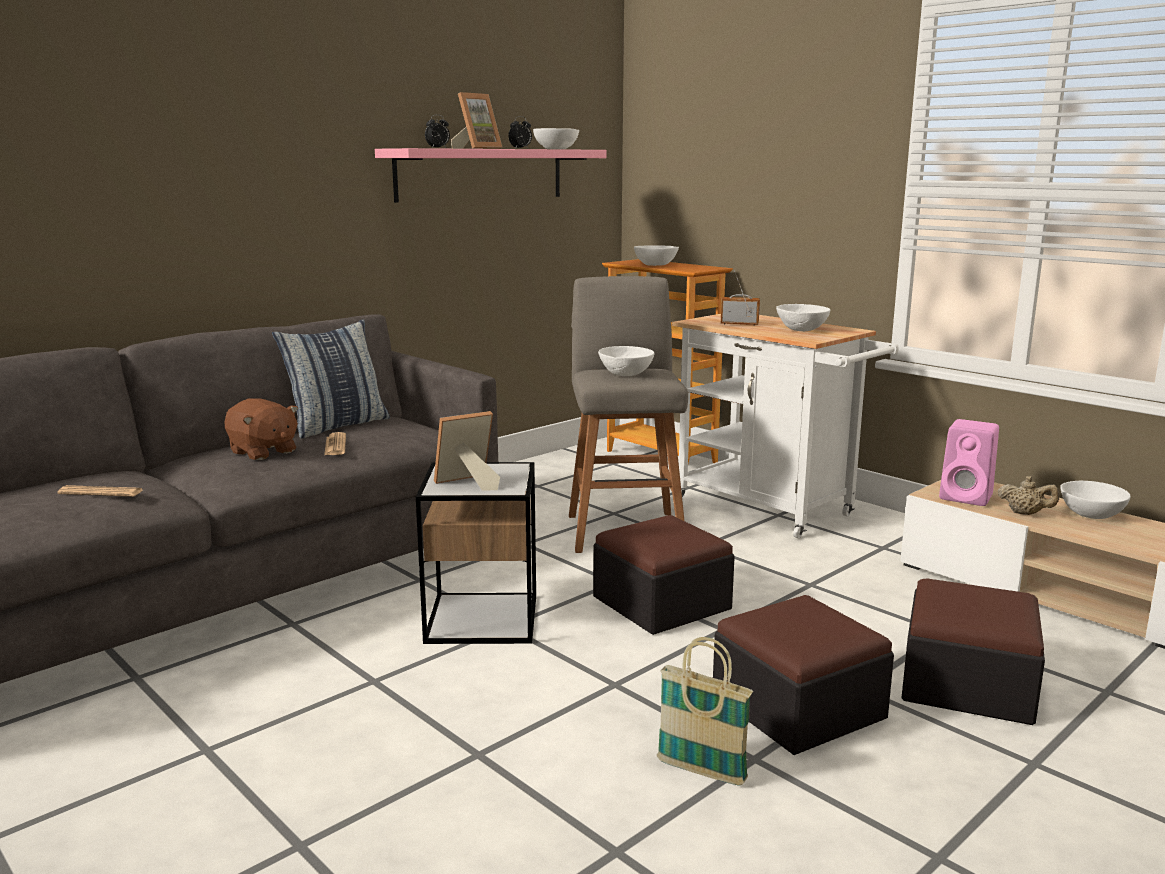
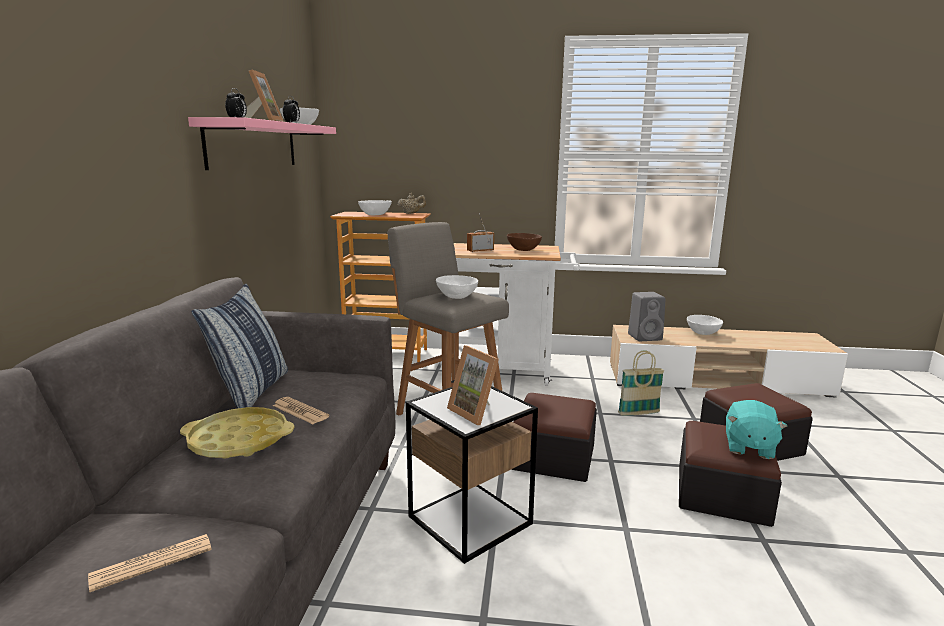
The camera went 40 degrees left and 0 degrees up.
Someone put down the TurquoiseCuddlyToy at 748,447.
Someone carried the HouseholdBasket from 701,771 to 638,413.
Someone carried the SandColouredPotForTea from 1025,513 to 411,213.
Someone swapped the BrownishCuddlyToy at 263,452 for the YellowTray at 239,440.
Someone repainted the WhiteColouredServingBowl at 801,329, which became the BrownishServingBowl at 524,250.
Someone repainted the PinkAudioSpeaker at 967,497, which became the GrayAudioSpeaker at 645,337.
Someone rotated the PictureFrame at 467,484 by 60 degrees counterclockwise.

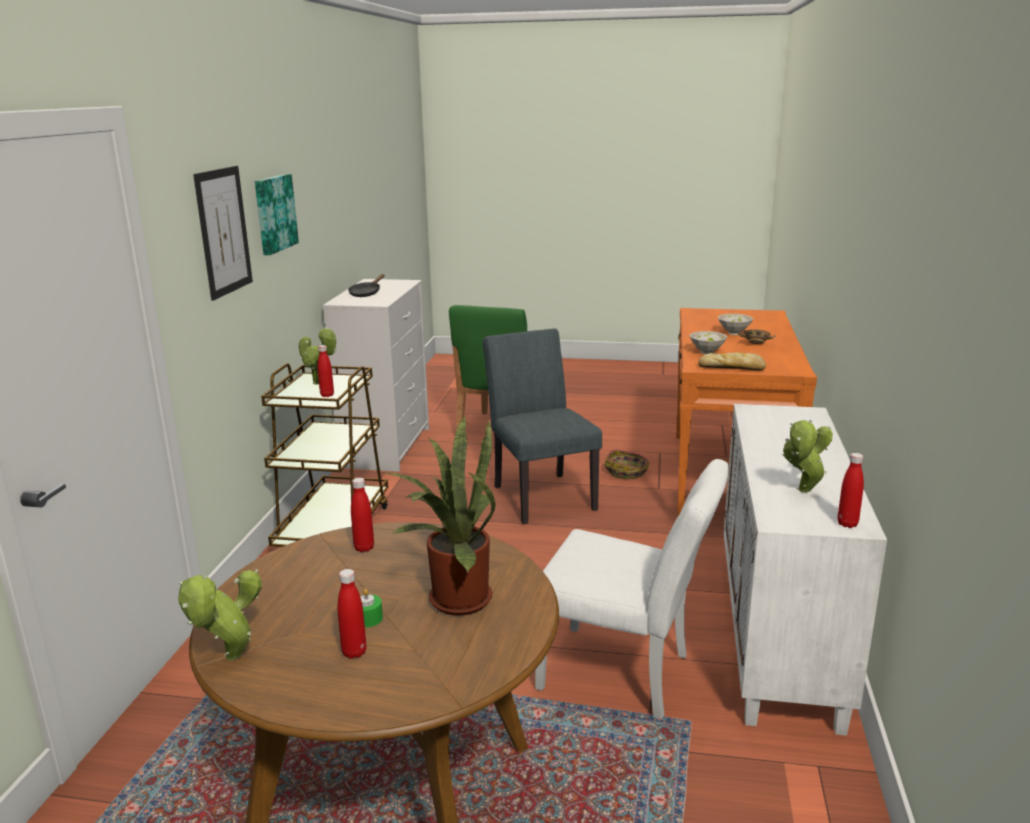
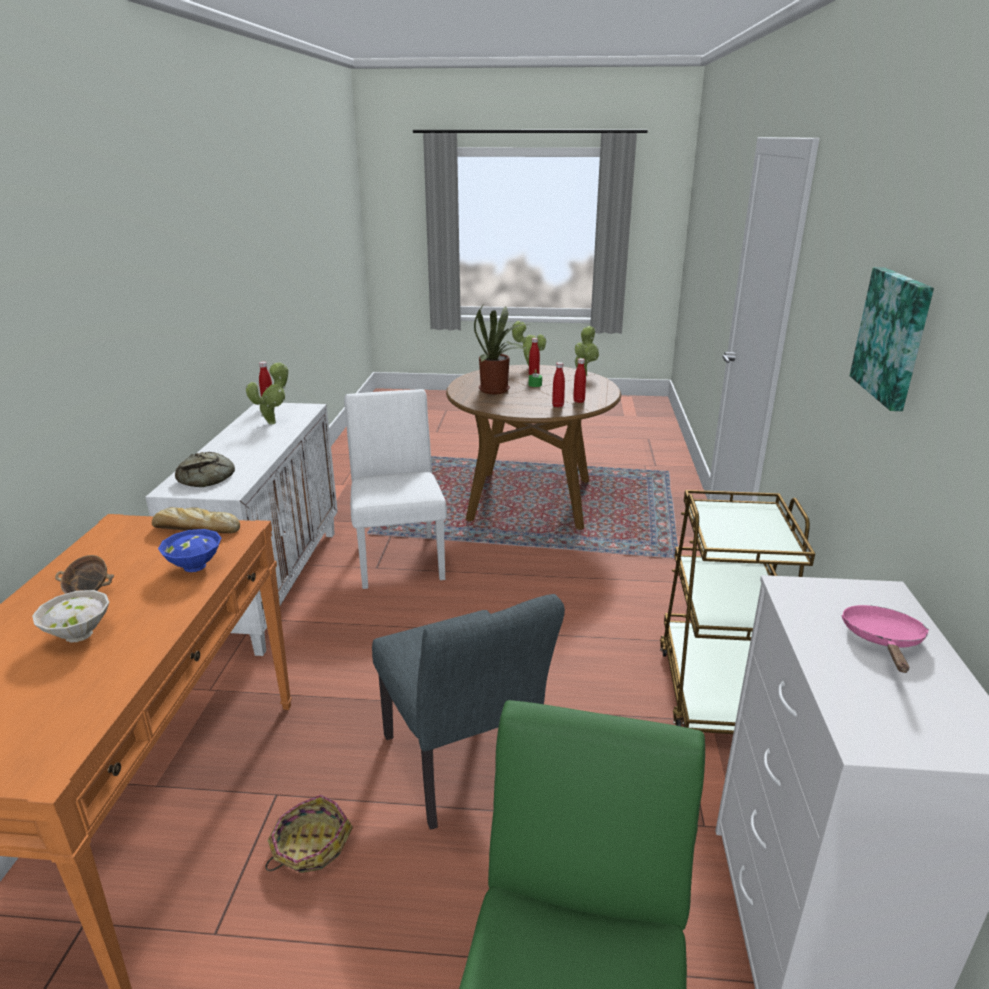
The camera went 175 degrees right and 5 degrees up.
Someone took away the WallArt at 223,231.
Someone put down the BakeryBread at 208,477.
Someone carried the PlantInAPot from 319,383 to 529,366.
Someone carried the ReddishBottle from 327,395 to 579,401.
Someone repainted the BlackFryingPan at 366,293, which became the PinkFryingPan at 882,641.
Someone repainted the WhiteColouredServingBowl at 706,352, which became the BlueServingBowl at 196,566.
Someone rotated the WhiteColouredChair at 626,674 by 60 degrees clockwise.

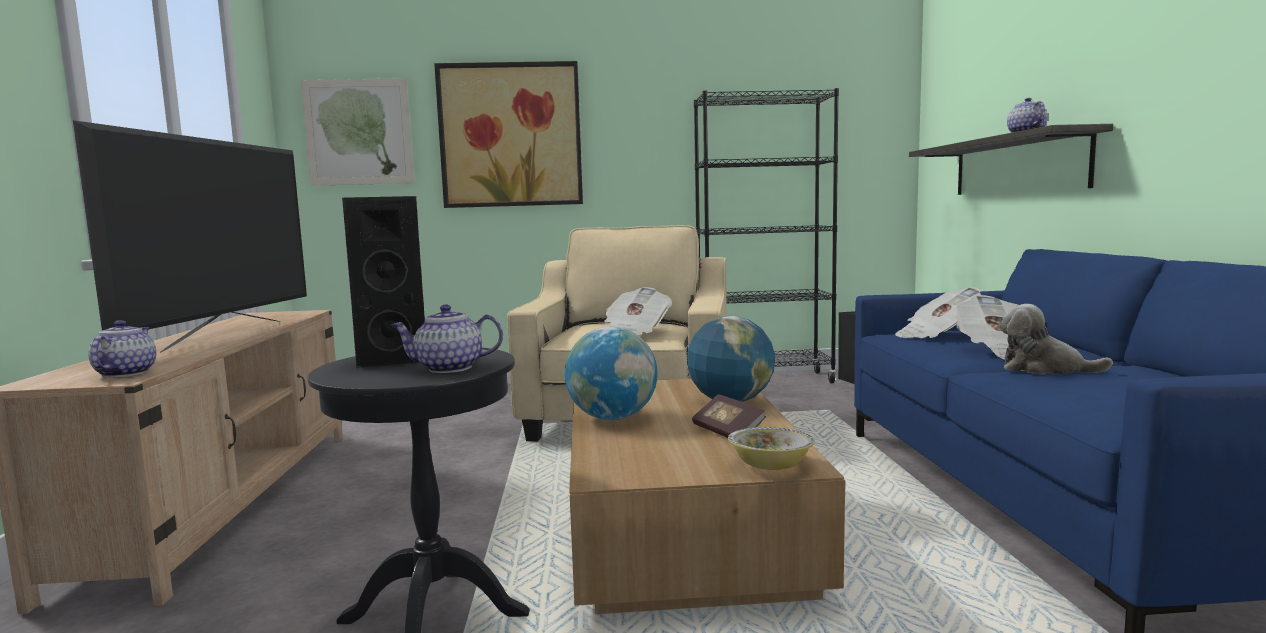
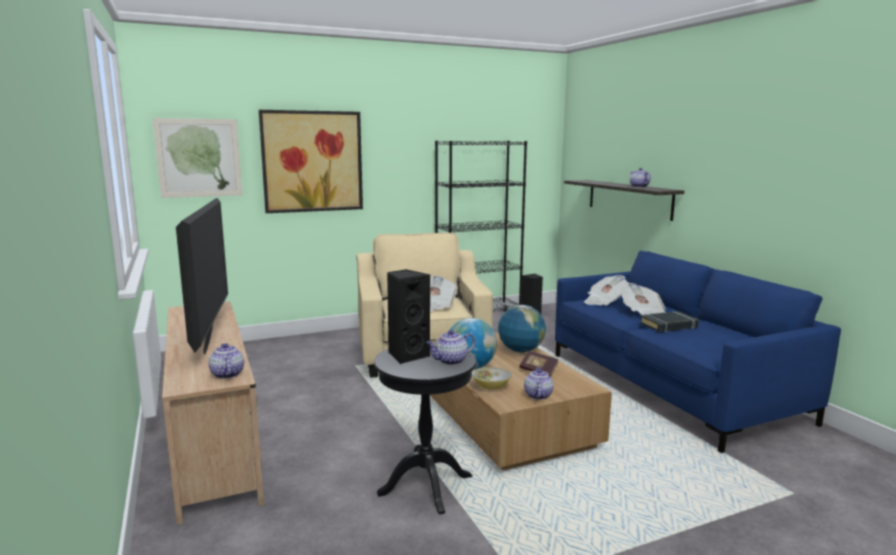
The camera went 20 degrees left and 5 degrees up.
Someone put down the PotForTea at 537,395.
Someone carried the ServingBowl from 770,466 to 491,387.
Someone swapped the CuddlyToy at 1044,369 for the BlackBoundBook at 669,325.

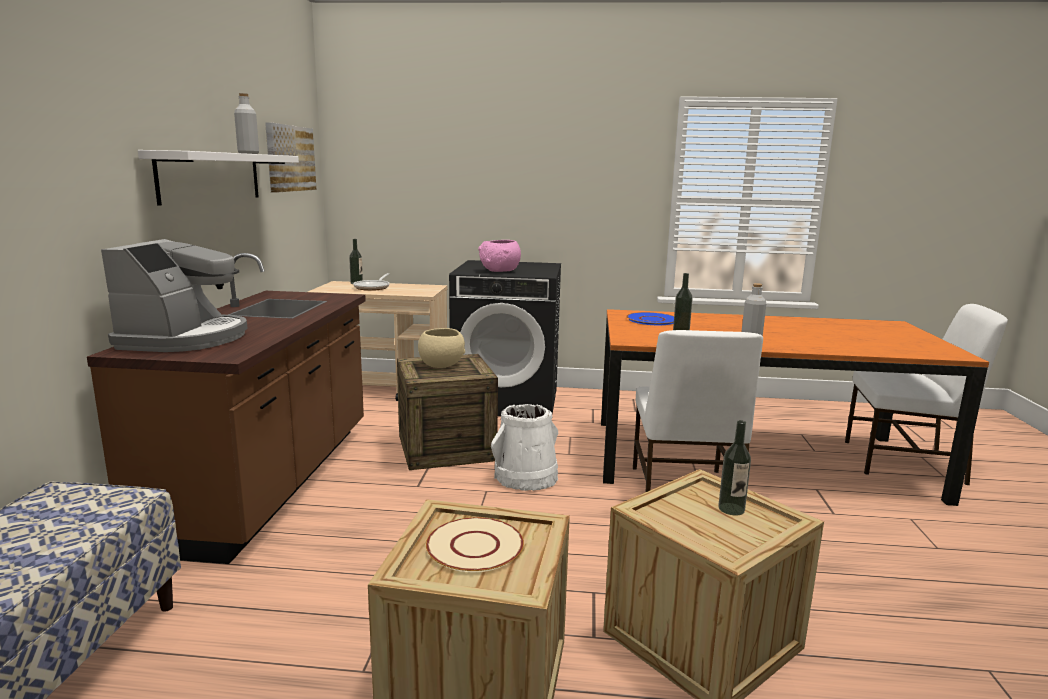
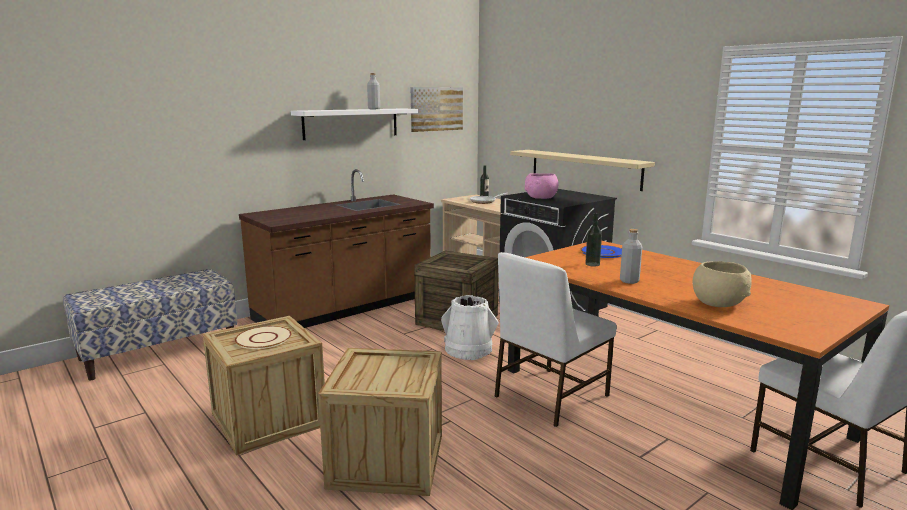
The camera went 45 degrees right and 0 degrees up.
Someone took away the CoffeeMachine at 185,338.
Someone took away the Bottle at 731,509.
Someone put up the SandColouredShelf at 584,169.
Someone carried the SandColouredServingBowl from 441,365 to 718,303.

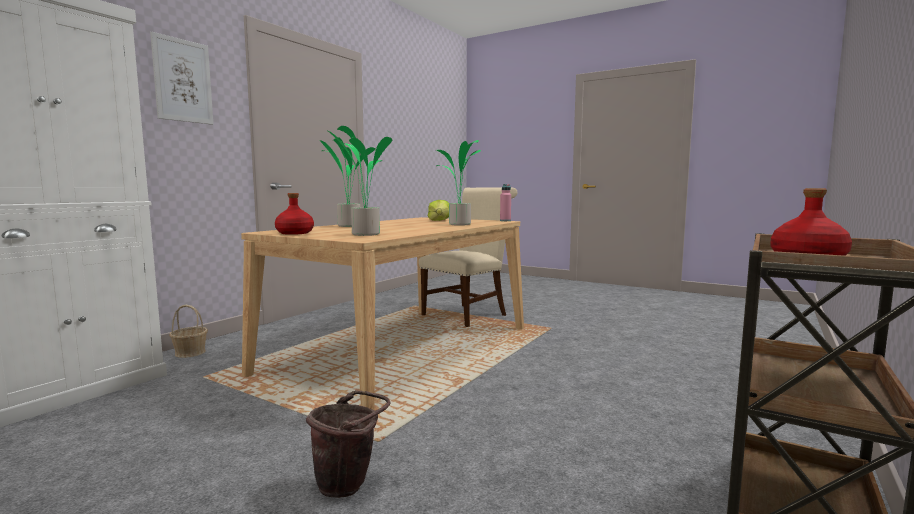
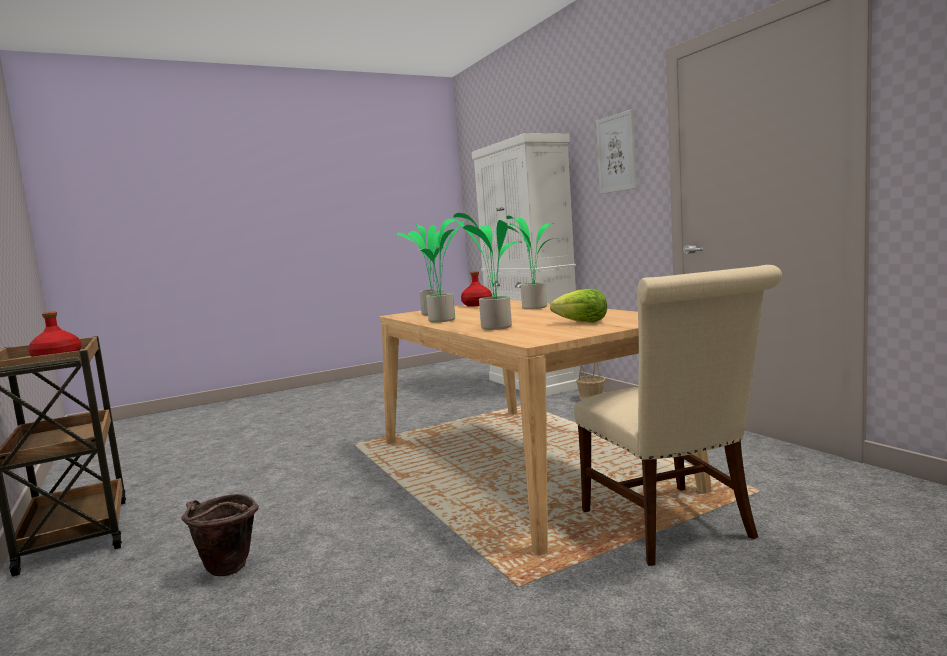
The camera went 120 degrees right and 0 degrees up.
Someone took away the PinkBottle at 505,221.
Someone put down the PlantInAPot at 444,320.
Someone carried the BrownishWaterBucket from 349,484 to 226,572.

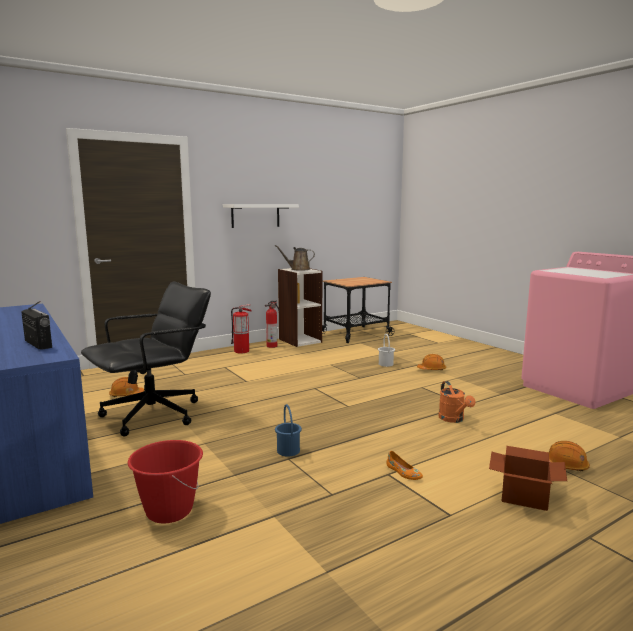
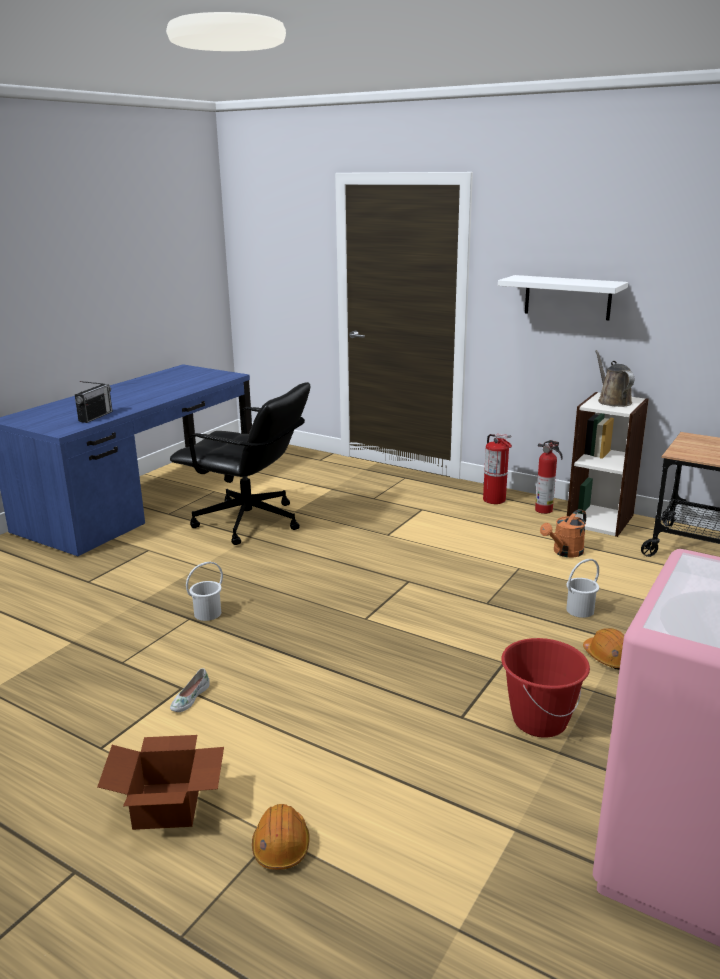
The camera went 65 degrees right and 10 degrees up.
Someone took away the OrangeyWorkHelmet at 126,395.
Someone carried the ReddishWaterBucket from 169,510 to 539,721.
Someone carried the OrangeyWateringPot from 454,419 to 564,552.
Someone repainted the BlueWaterBucket at 288,451, which became the WhiteColouredWaterBucket at 207,613.
Someone repainted the OrangeyItemOfFootwear at 403,472, which became the WhiteColouredItemOfFootwear at 189,698.

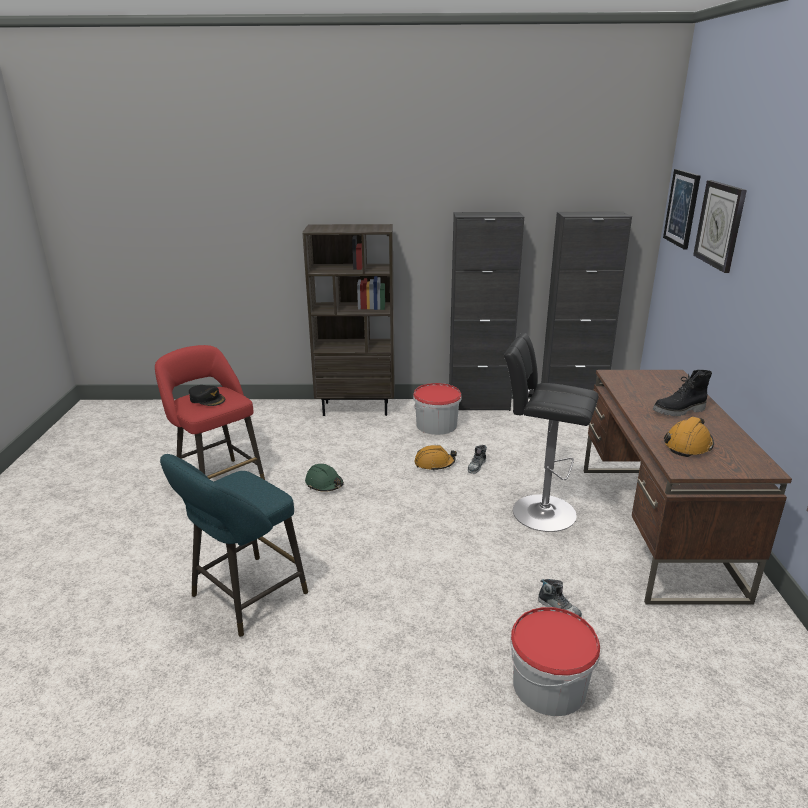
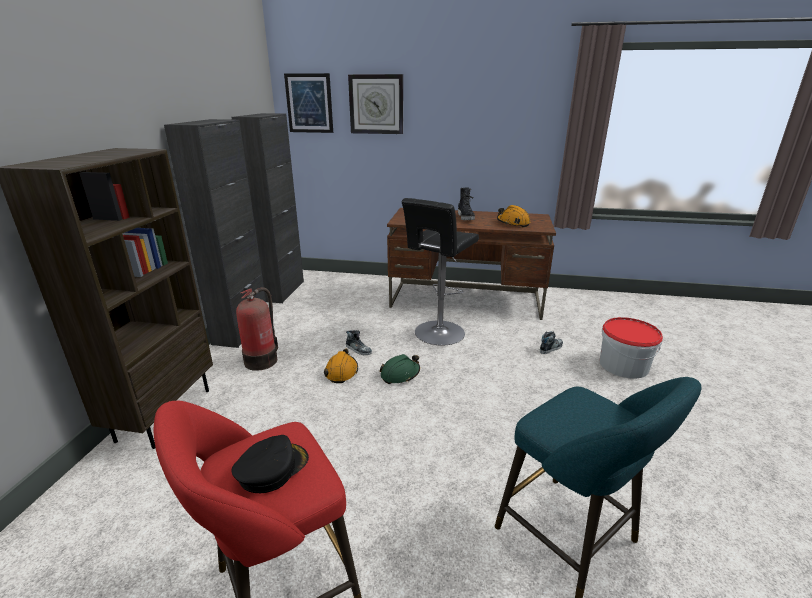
The camera went 80 degrees left and 0 degrees up.
Someone carried the GreenColouredWorkHelmet from 324,484 to 400,374.
Someone swapped the WaterBucket at 436,425 for the FireFightingCylinder at 262,359.

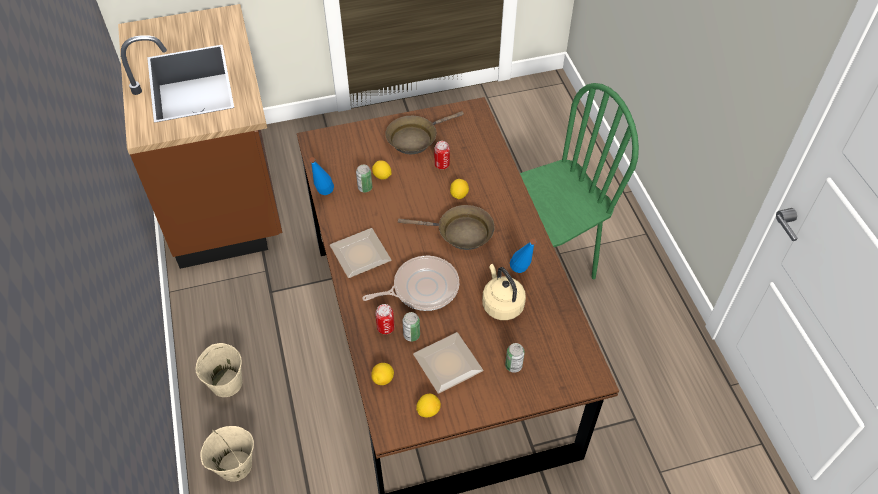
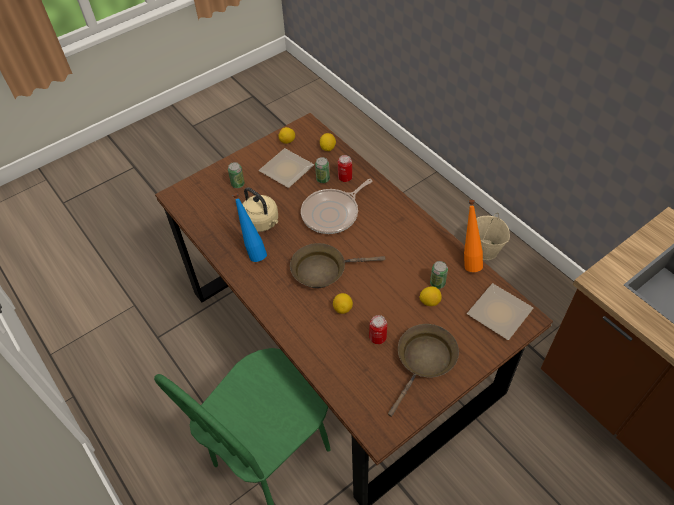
The camera went 160 degrees right and 0 degrees up.
Someone took away the SandColouredWaterBucket at 234,466.
Someone carried the FlatDish from 361,253 to 500,315.
Someone repainted the BlueBottle at 323,197, which became the OrangeyBottle at 468,260.

